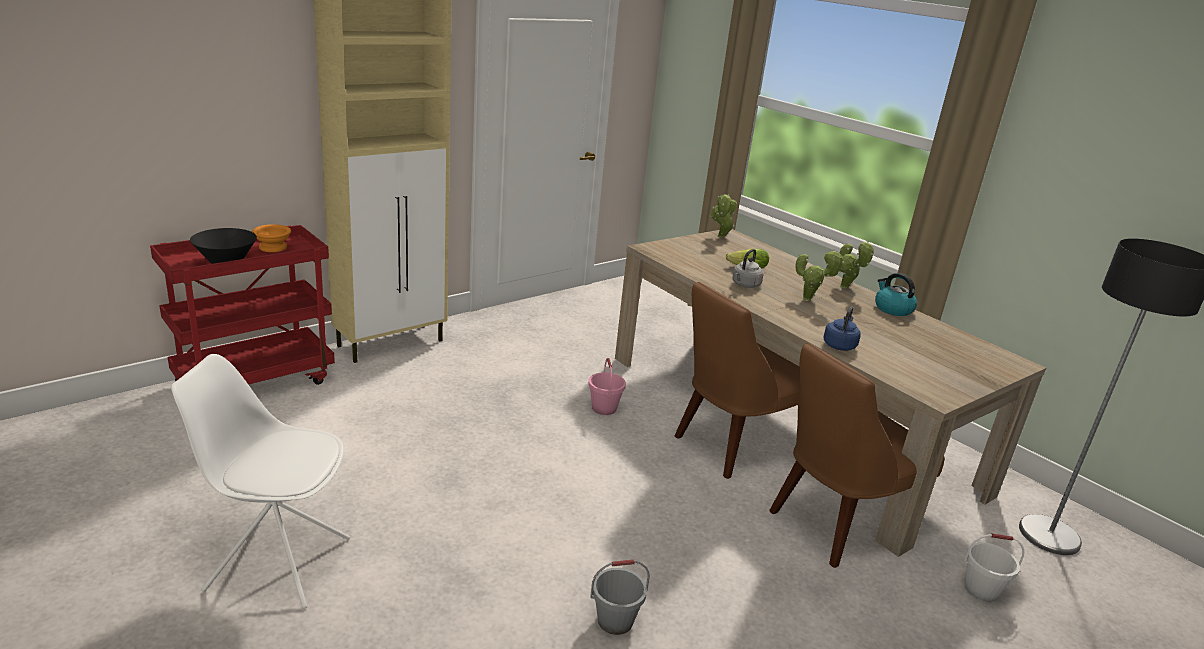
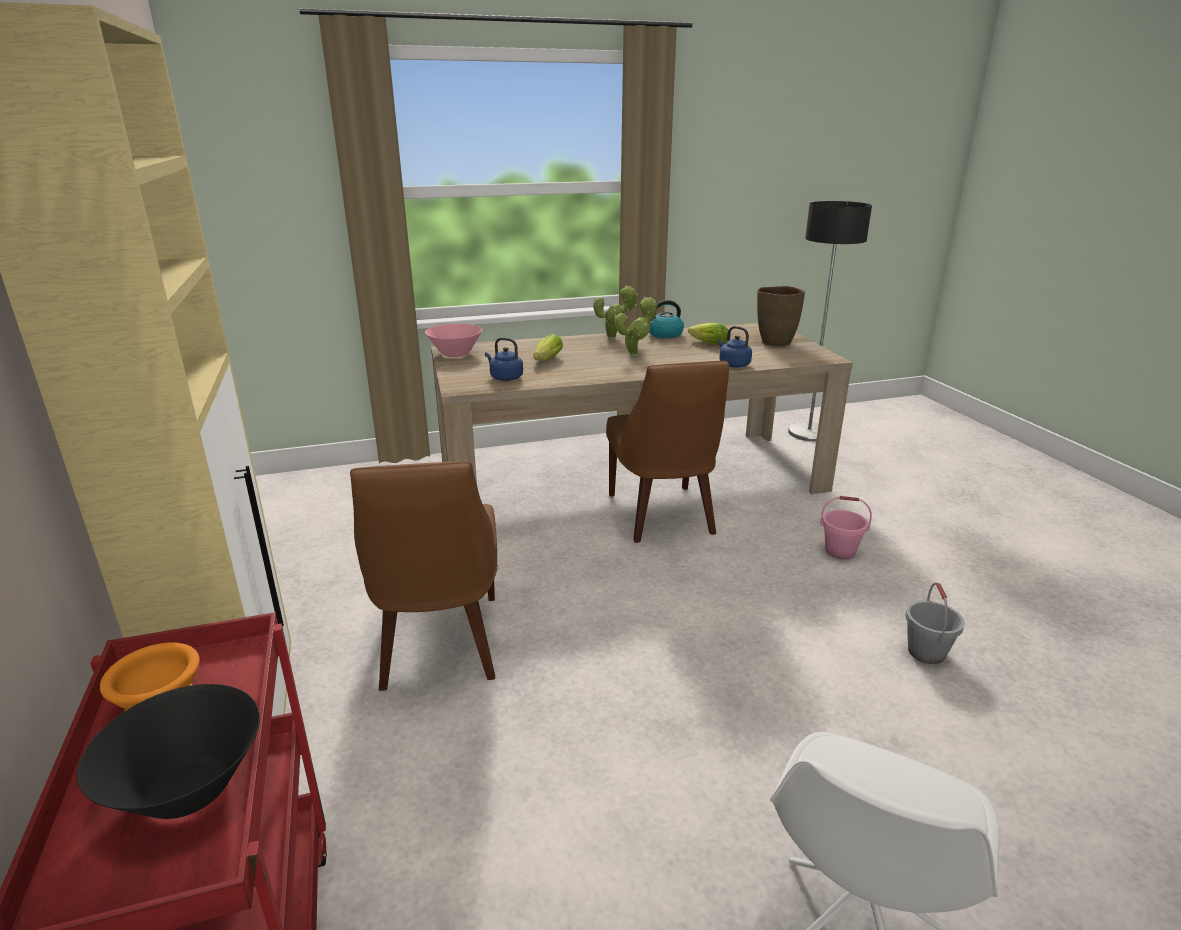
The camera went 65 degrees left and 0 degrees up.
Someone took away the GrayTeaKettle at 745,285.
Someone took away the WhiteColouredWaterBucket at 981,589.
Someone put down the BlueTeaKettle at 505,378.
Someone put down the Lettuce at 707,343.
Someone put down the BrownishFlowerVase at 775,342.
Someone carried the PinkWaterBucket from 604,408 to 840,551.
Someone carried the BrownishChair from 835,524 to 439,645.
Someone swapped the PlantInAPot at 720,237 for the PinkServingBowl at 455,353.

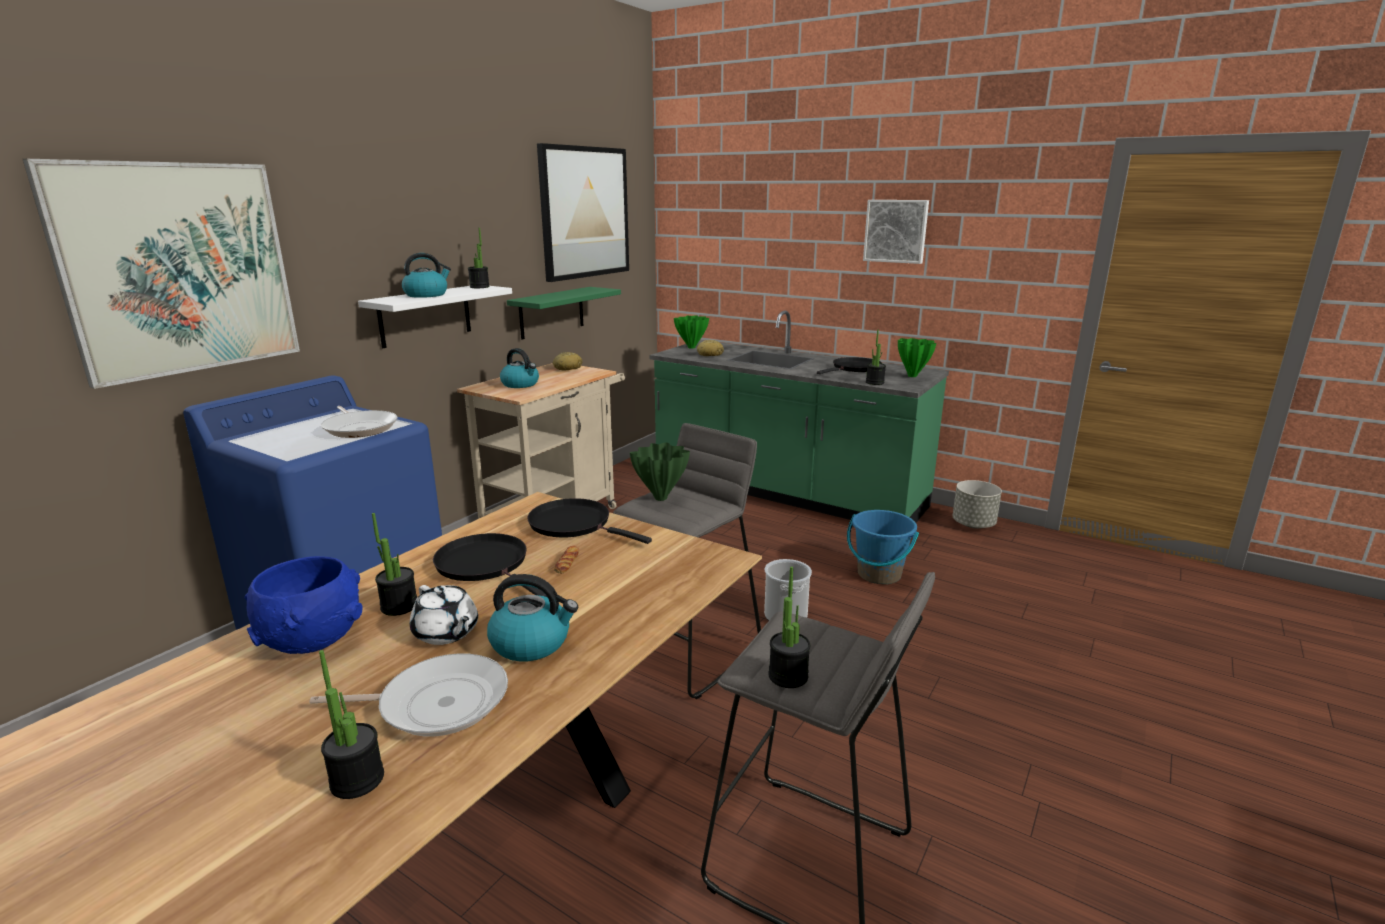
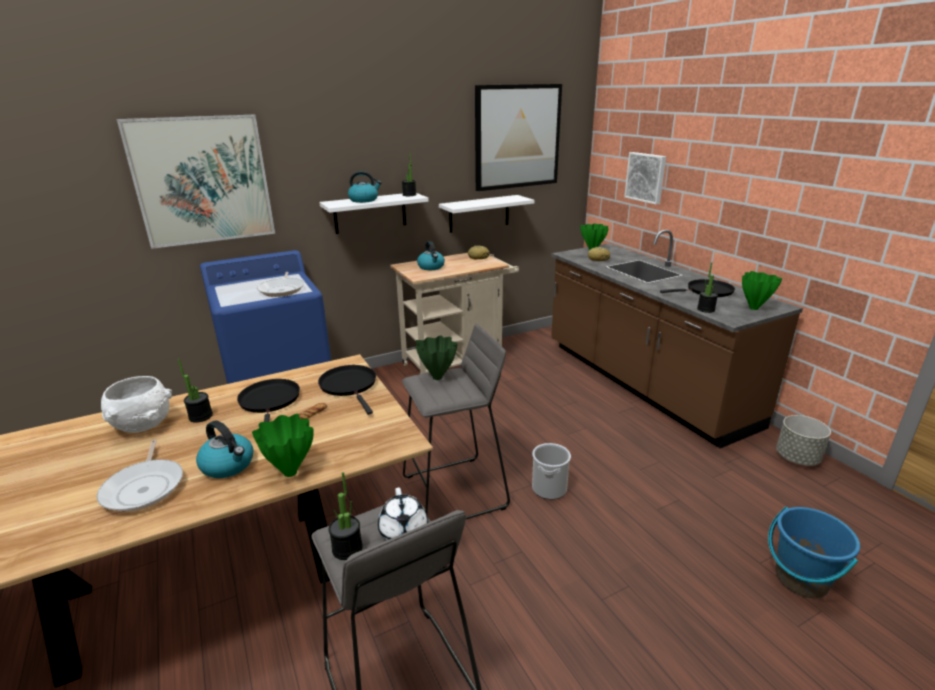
The camera went 30 degrees right and 5 degrees up.
Someone took away the PlantInAPot at 357,780.
Someone put down the GreenColouredFlowerVase at 291,472.
Someone carried the WhiteColouredPotForTea from 446,633 to 403,532.
Someone carried the BlueWaterBucket from 878,574 to 800,579.
Someone carried the WallArt from 896,231 to 646,177.
Someone repainted the BlueServingBowl at 314,641, which became the WhiteColouredServingBowl at 143,425.
Someone repainted the GreenColouredShelf at 552,312, which became the WhiteColouredShelf at 479,213.
Someone repainted the GreenColouredKitchenCounter at 786,492, which became the BrownishKitchenCounter at 643,383.
Someone rotated the FryingPan at 437,703 by 45 degrees clockwise.

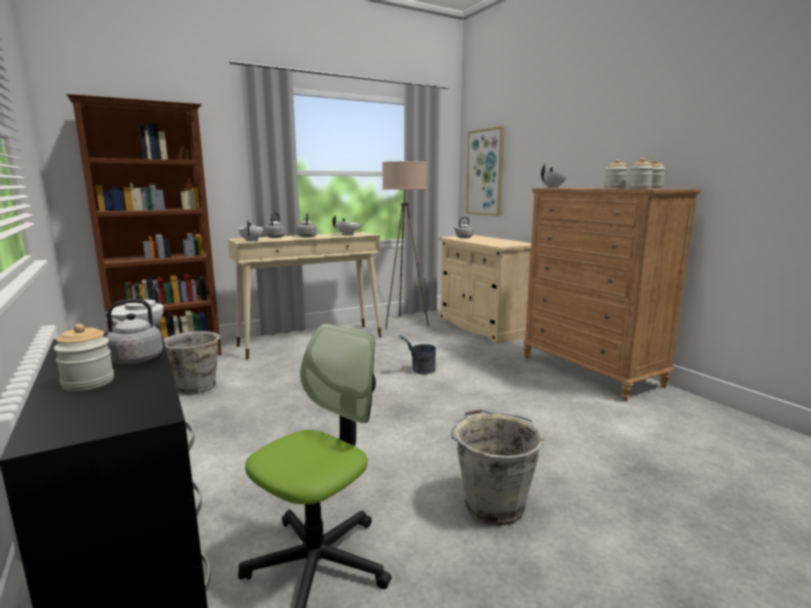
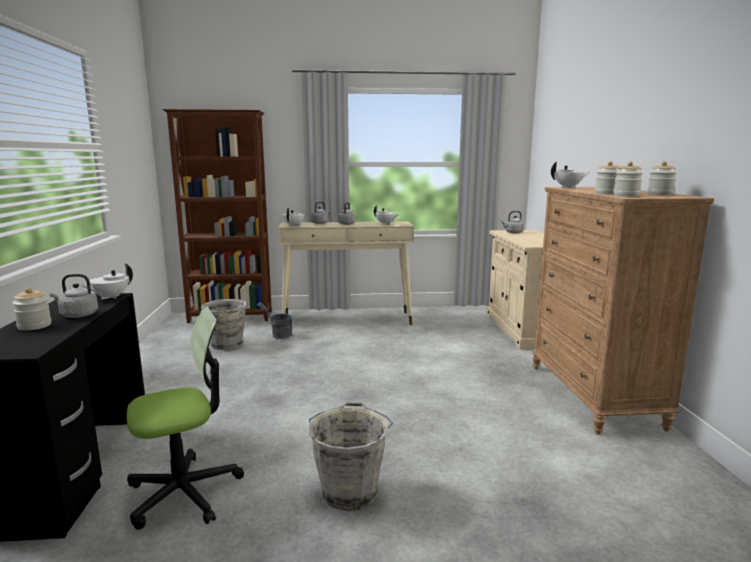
The camera went 25 degrees right and 0 degrees up.
Someone took away the SandColouredStandingLamp at 404,323.
Someone took away the WallArt at 485,172.
Someone carried the GrayWaterBucket from 419,371 to 278,336.

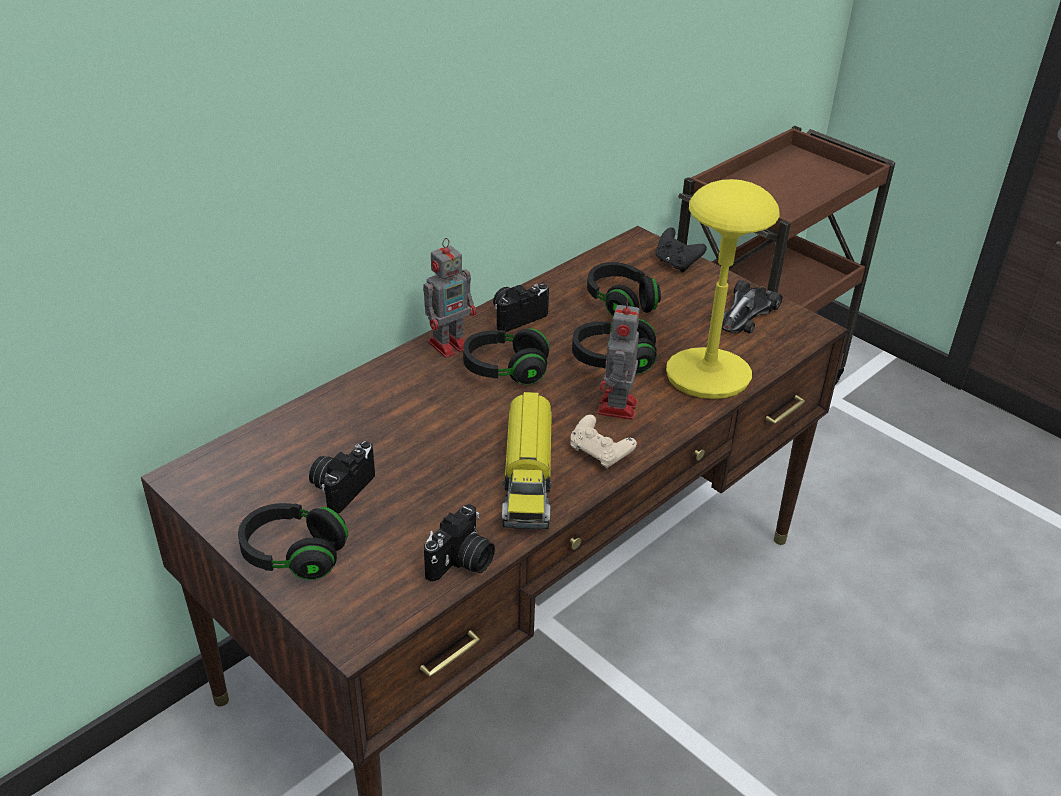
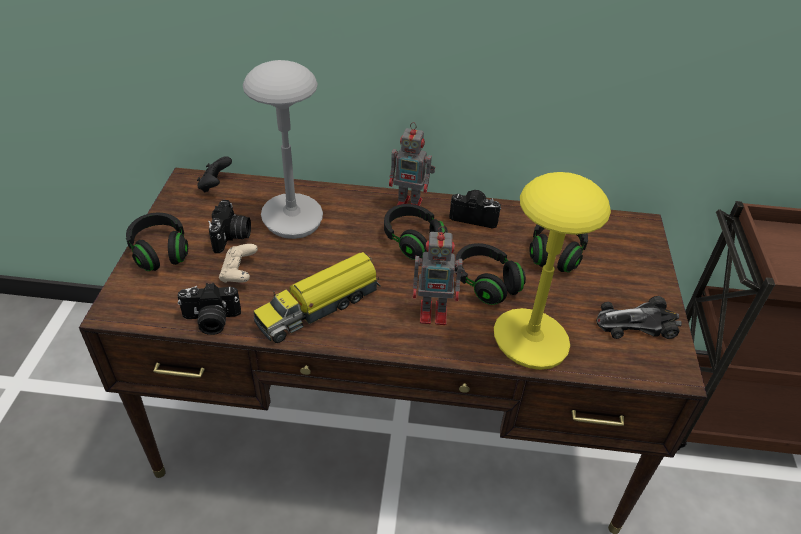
The camera went 50 degrees right and 5 degrees up.
Someone put down the GrayTabletopLamp at 293,218.
Someone carried the SandColouredJoypad from 600,453 to 239,272.
Someone carried the BlackJoypad from 676,264 to 215,186.
Someone rotated the StillCamera at 341,487 by 105 degrees clockwise.
Someone rotated the ToyRobot at 617,409 by 150 degrees counterclockwise.

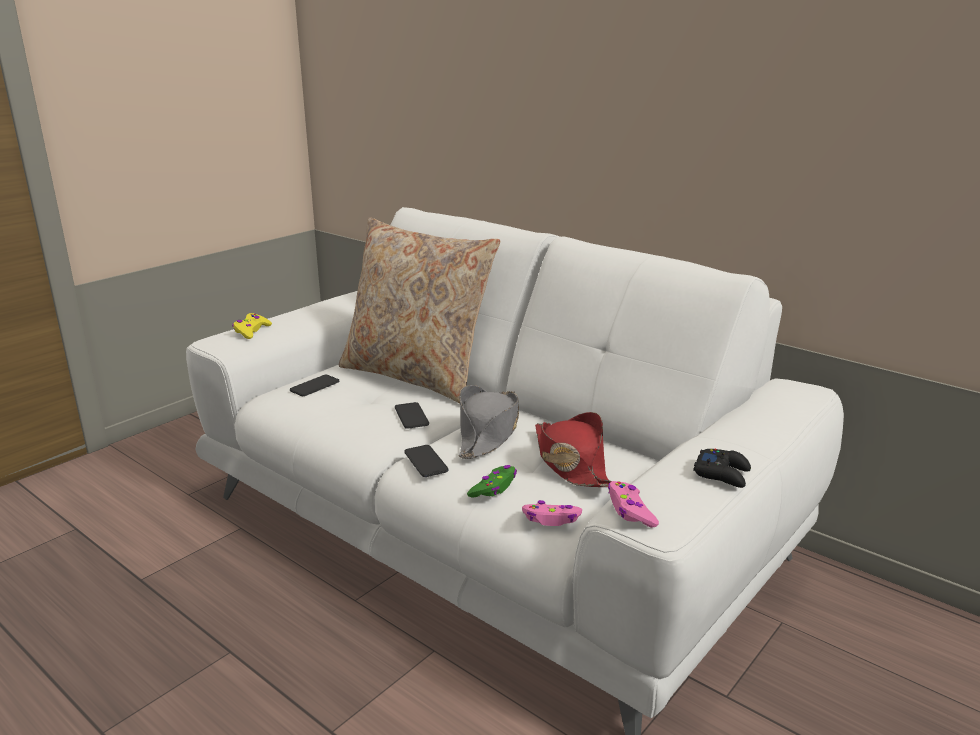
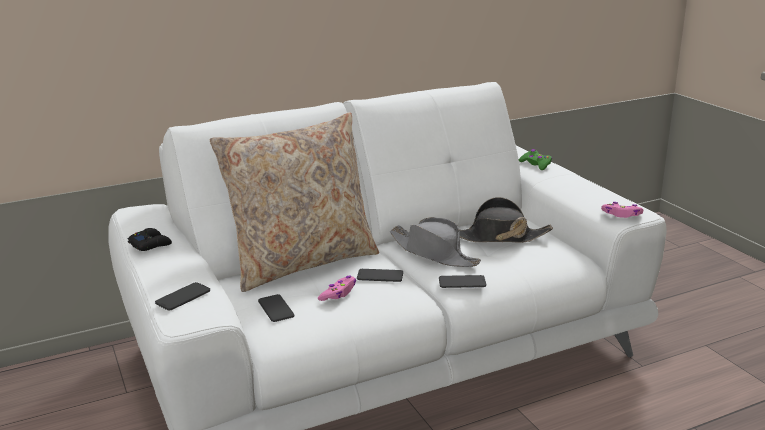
The camera went 65 degrees left and 0 degrees up.
Someone carried the GreenColouredJoypad from 493,488 to 536,164.
Someone carried the PinkJoypad from 551,519 to 338,293.
Someone carried the BlackJoypad from 722,474 to 150,244.
Someone swapped the YellowJoypad at 251,331 for the Handset at 183,297.
Someone repainted the ReddishHat at 571,463, which became the BlackHat at 498,237.

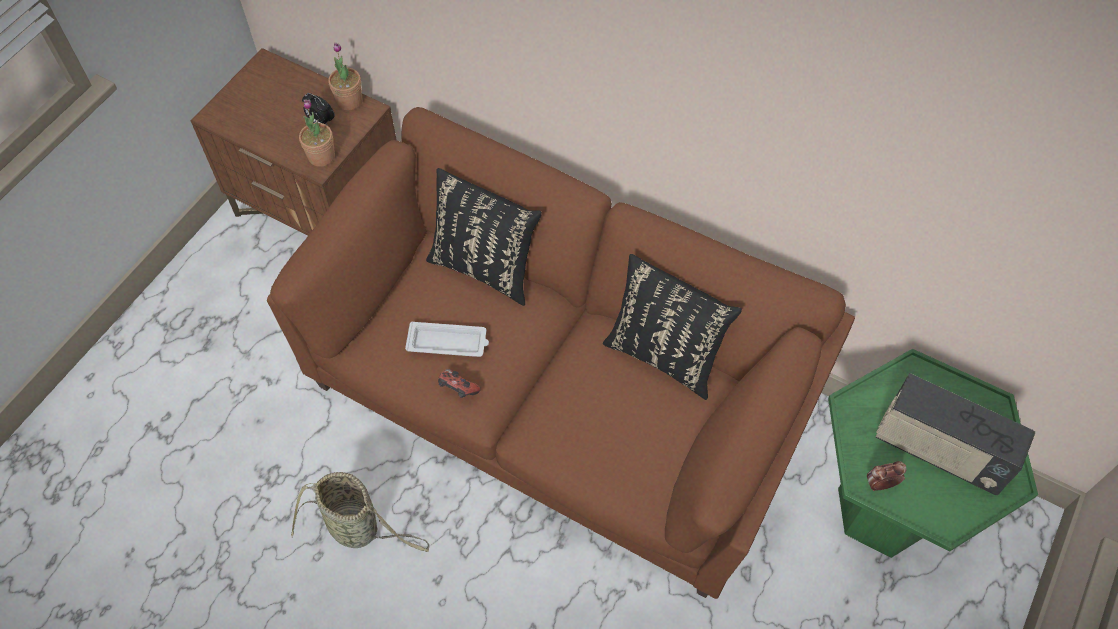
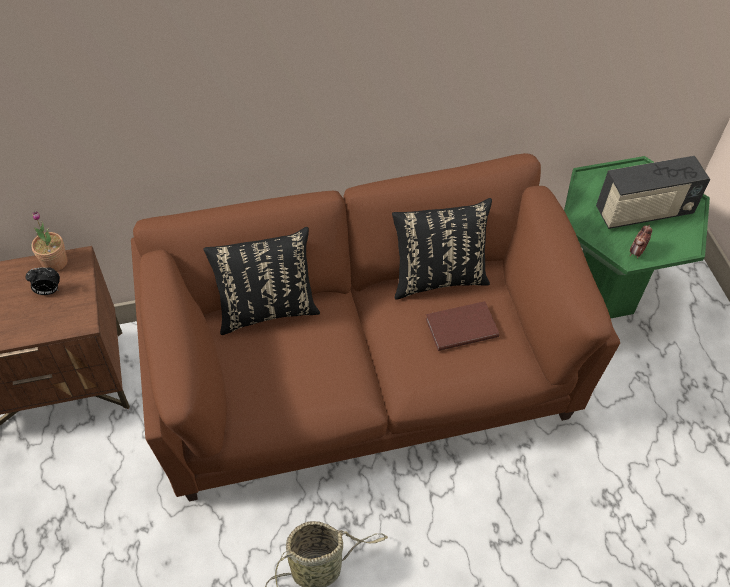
The camera went 45 degrees left and 5 degrees down.
Someone took away the PlantInAPot at 321,156.
Someone took away the WhiteColouredTray at 448,342.
Someone took away the Joypad at 458,390.
Someone put down the BrownishBoundBook at 460,327.

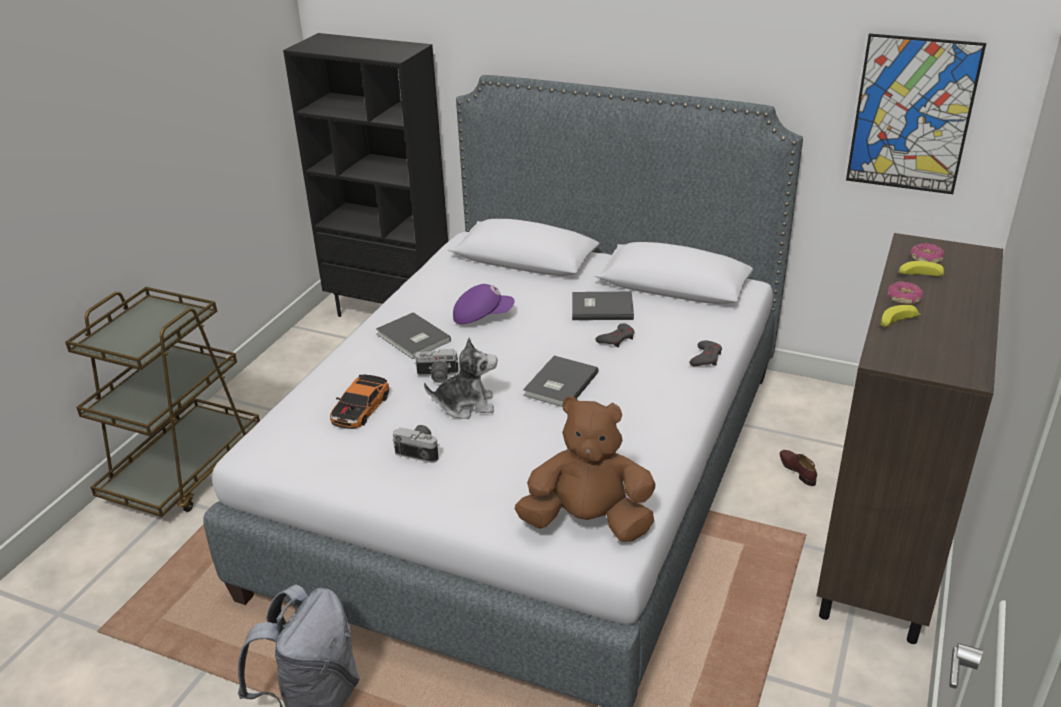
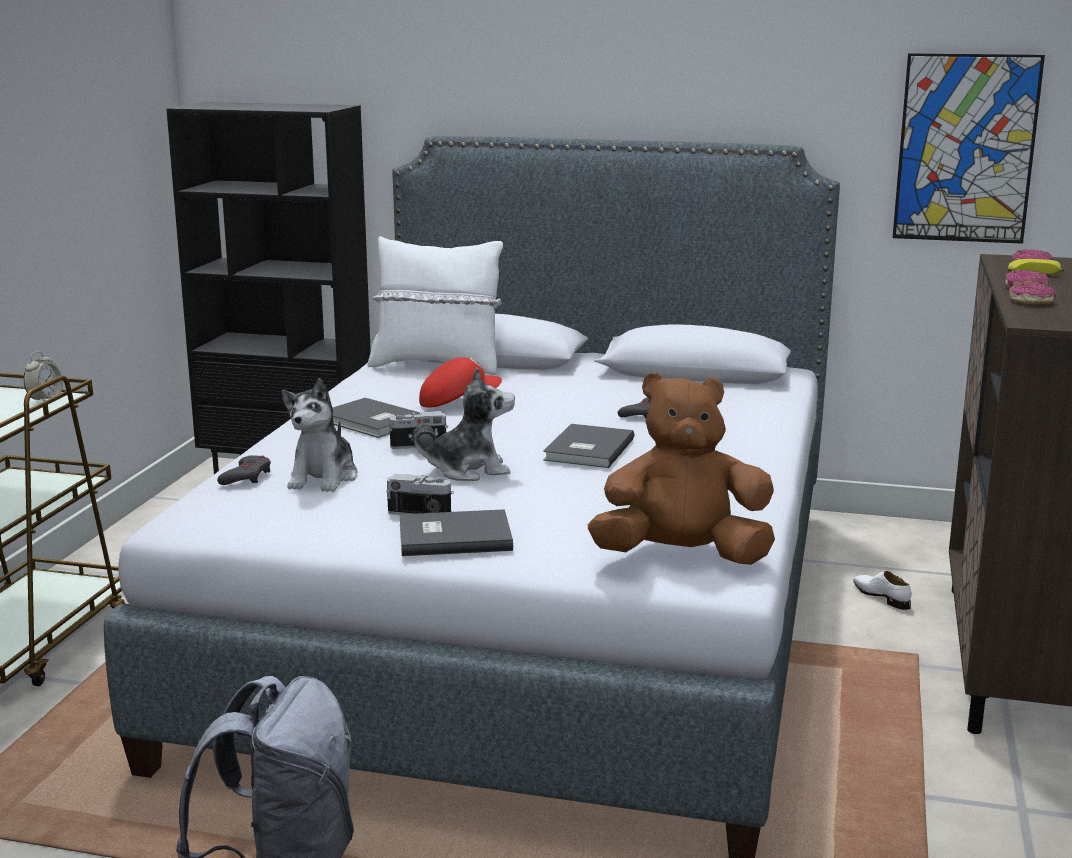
The camera went 10 degrees left and 15 degrees down.
Someone put down the TableClock at 45,399.
Someone put down the WhiteColouredPillow at 437,365.
Someone carried the GrayBoundBook from 601,307 to 452,536.
Someone carried the GrayJoypad from 706,358 to 246,476.
Someone swapped the ToyCar at 360,408 for the CuddlyToy at 324,478.
Someone swapped the WholeBanana at 897,323 for the Doughnut at 1030,301.
Someone repainted the PurplePeakedCap at 482,316, which became the ReddishPeakedCap at 458,402.
Someone repainted the BrownishItemOfFootwear at 797,470, which became the WhiteColouredItemOfFootwear at 881,596.

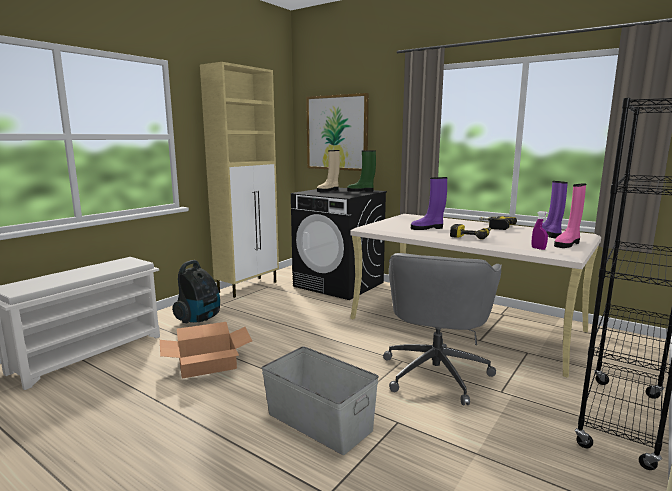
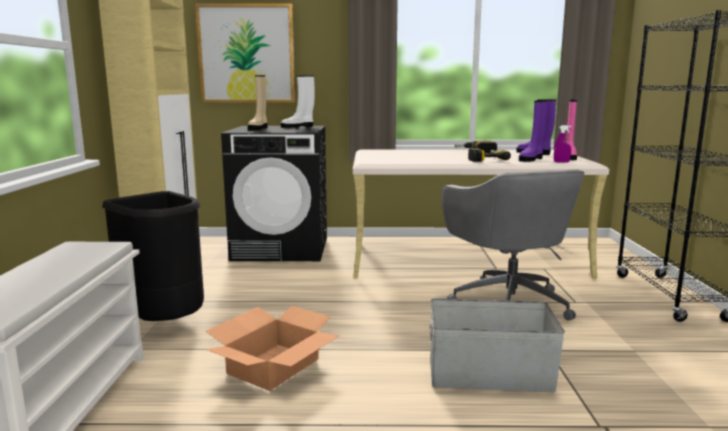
The camera went 35 degrees left and 0 degrees up.
Someone carried the PurpleBoot from 428,228 to 531,159.
Someone swapped the Vacuum at 200,319 for the BlackWasteBin at 165,323.
Someone repainted the GreenColouredBoot at 361,191, which became the WhiteColouredBoot at 298,127.

